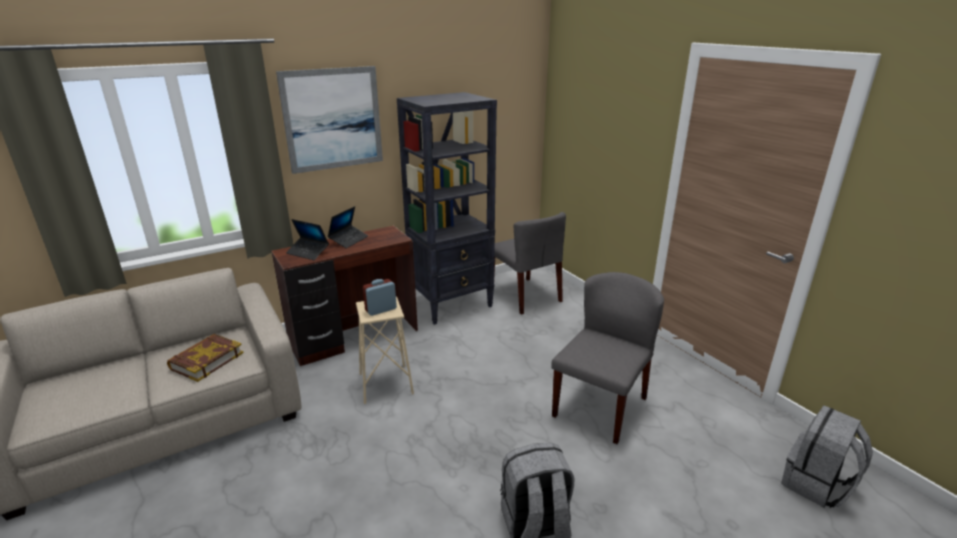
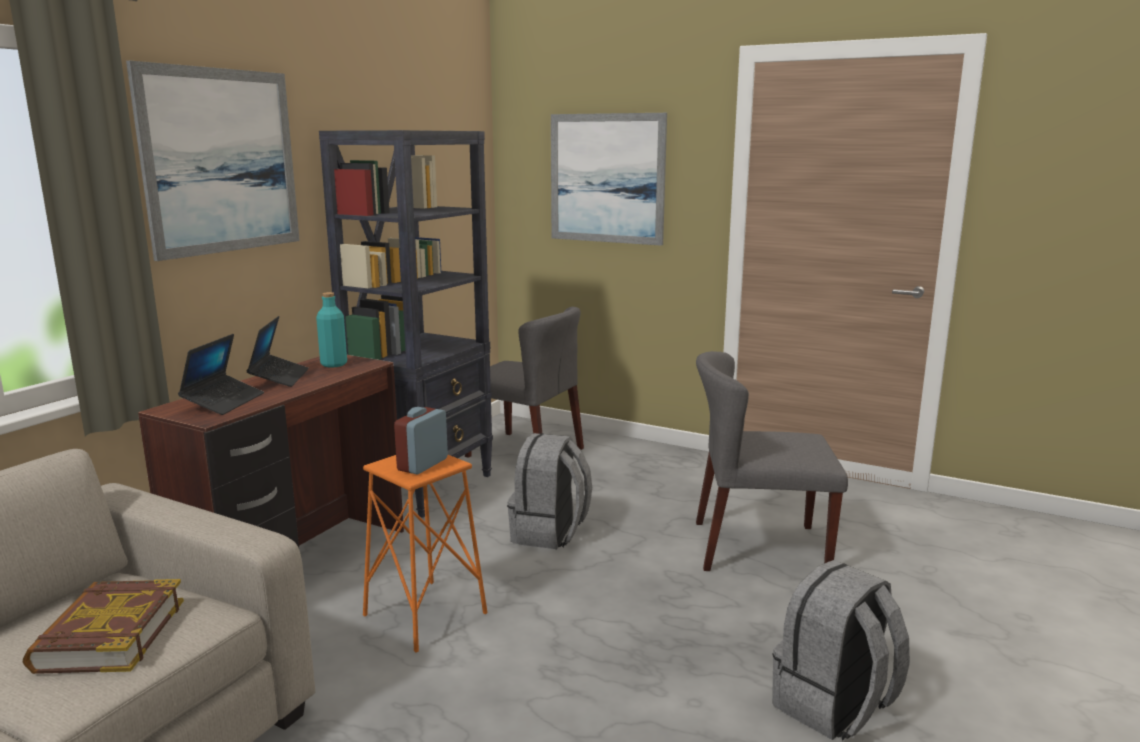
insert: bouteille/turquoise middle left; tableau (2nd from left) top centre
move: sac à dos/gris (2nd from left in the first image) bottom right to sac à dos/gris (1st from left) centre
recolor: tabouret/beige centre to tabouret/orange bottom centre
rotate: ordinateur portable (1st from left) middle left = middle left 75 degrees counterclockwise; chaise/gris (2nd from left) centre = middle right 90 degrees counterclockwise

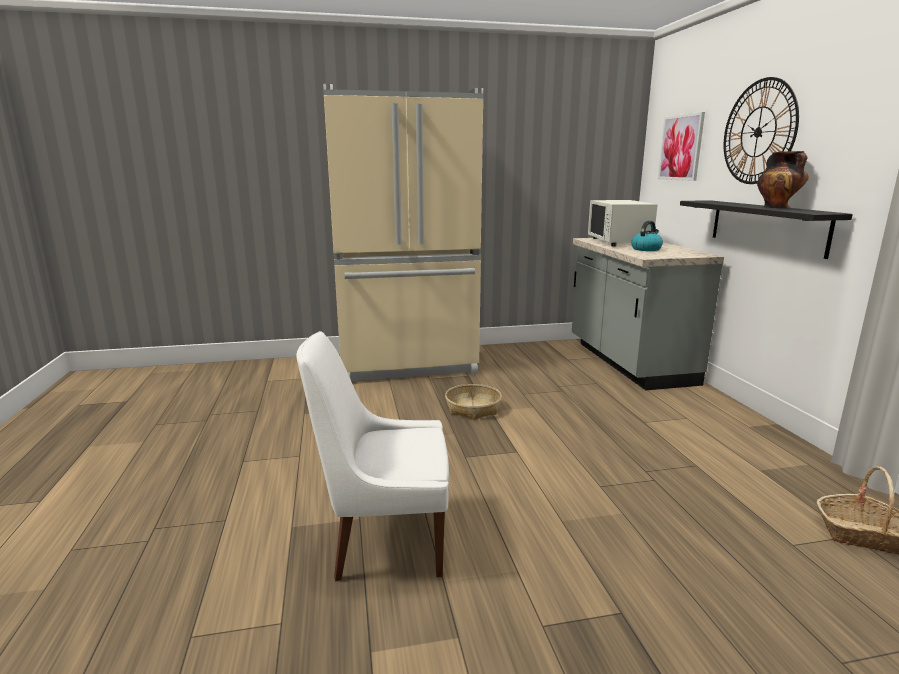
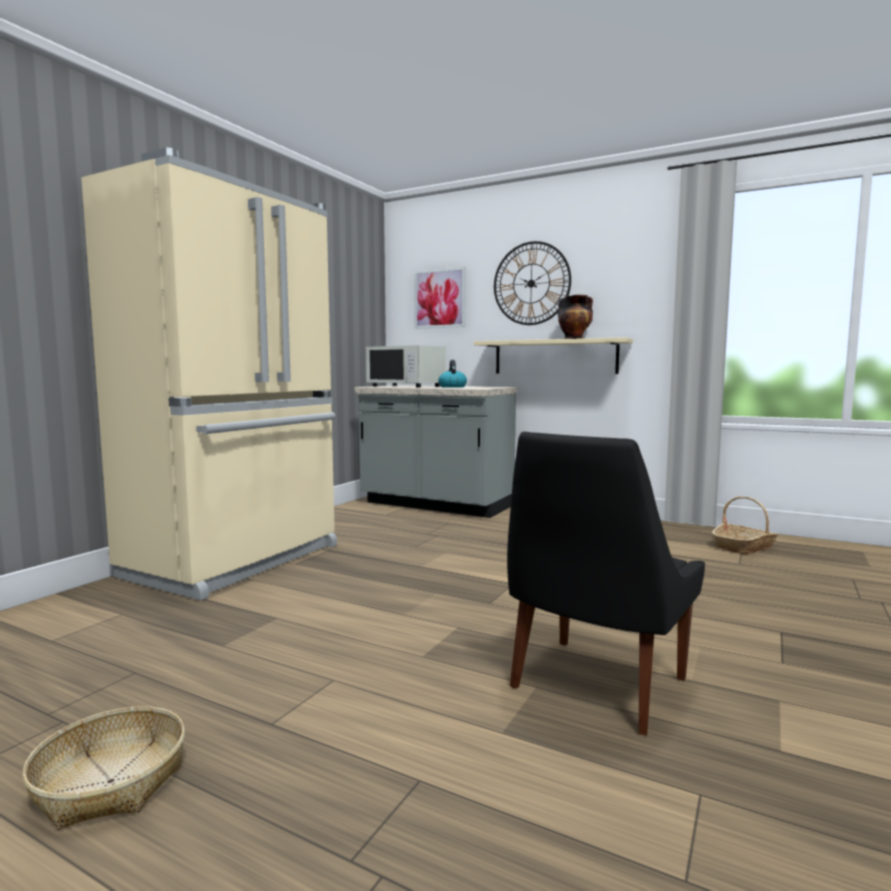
move: panier (1st from left) centre to bottom left
recolor: chaise/blanc bottom centre to chaise/noir middle right; étagère/noir middle right to étagère/beige centre

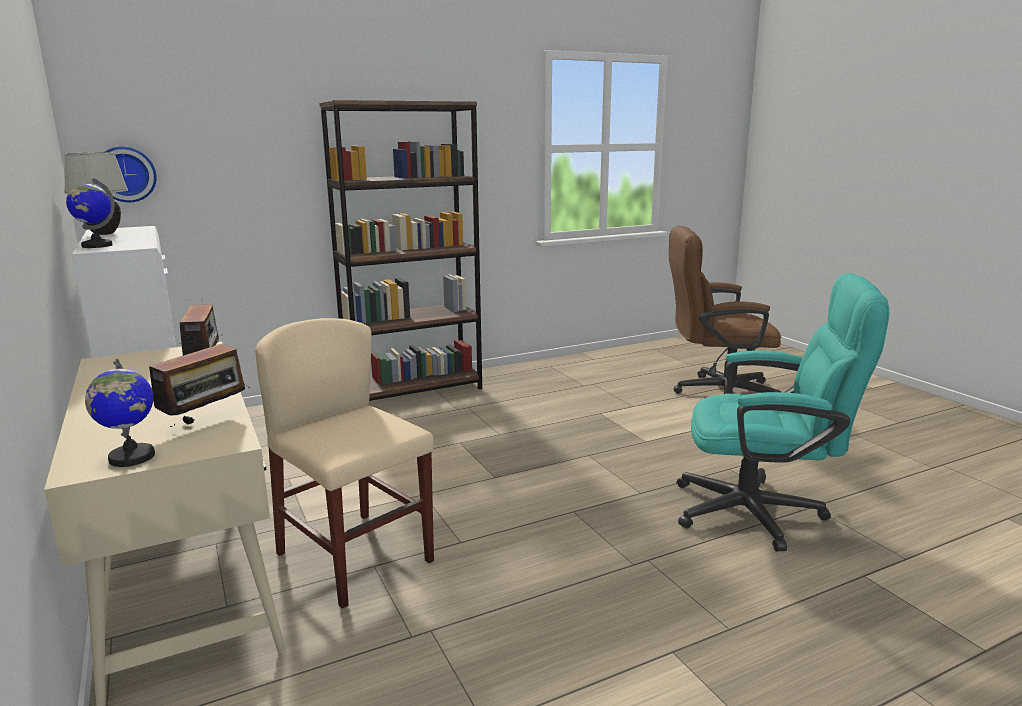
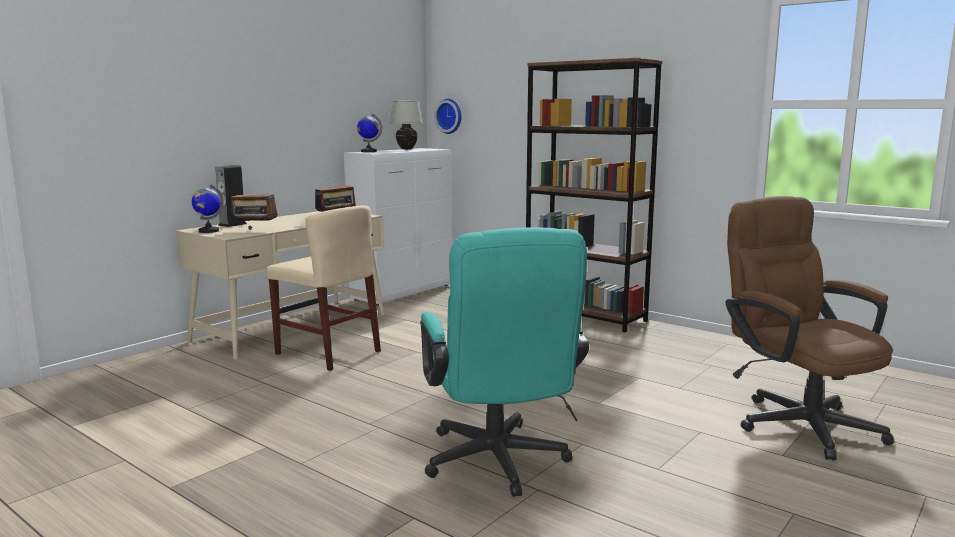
insert: enceinte middle left
rotate: chaise/beige centre = centre 105 degrees clockwise

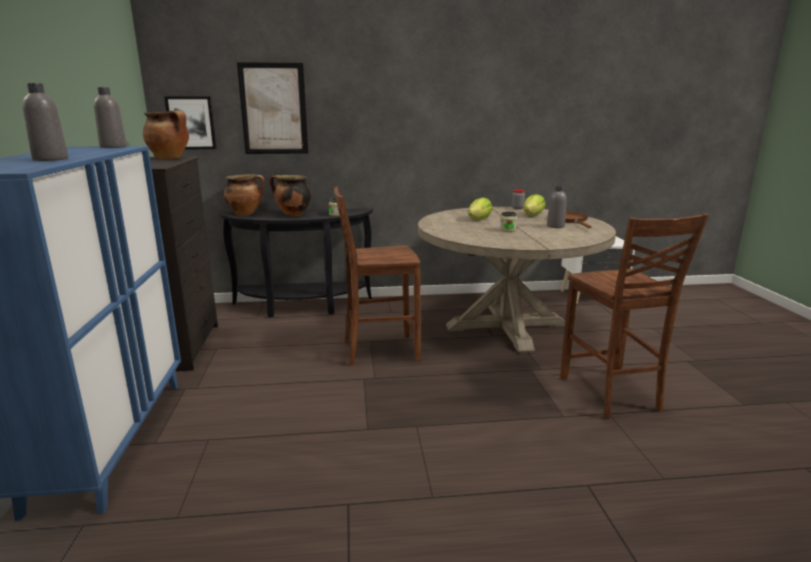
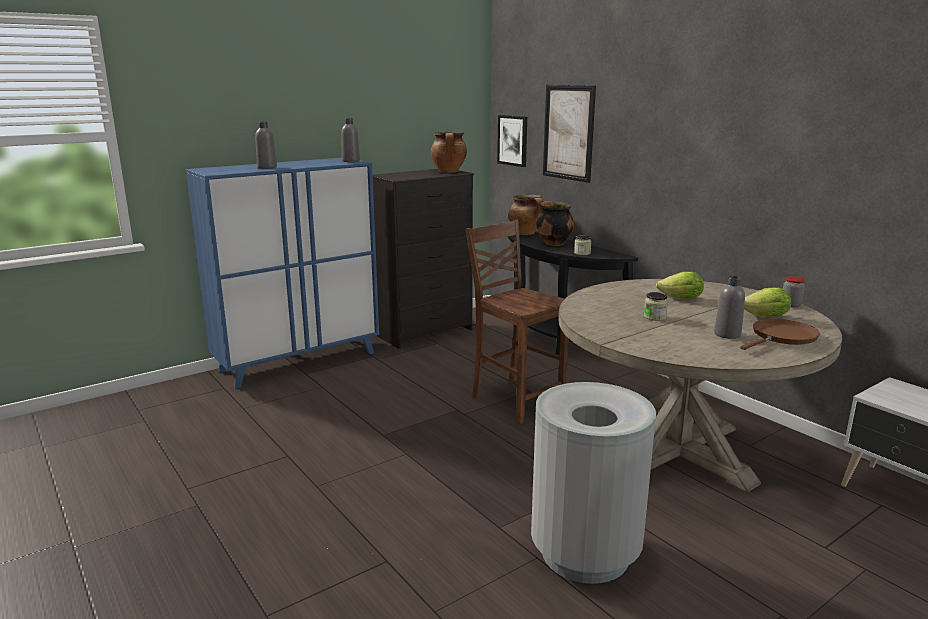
replace: chaise/marron (2nd from left) middle right to poubelle/gris bottom centre

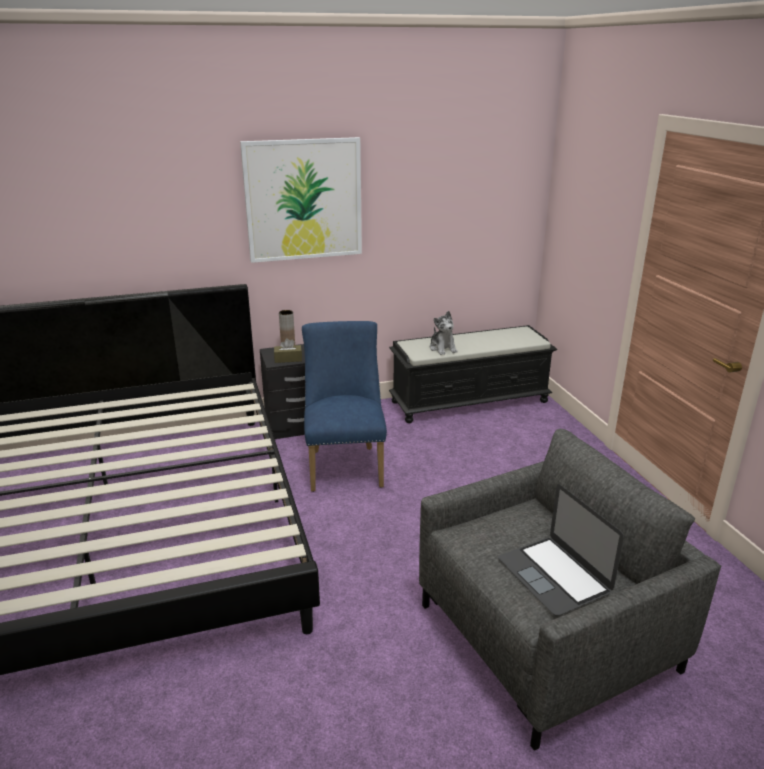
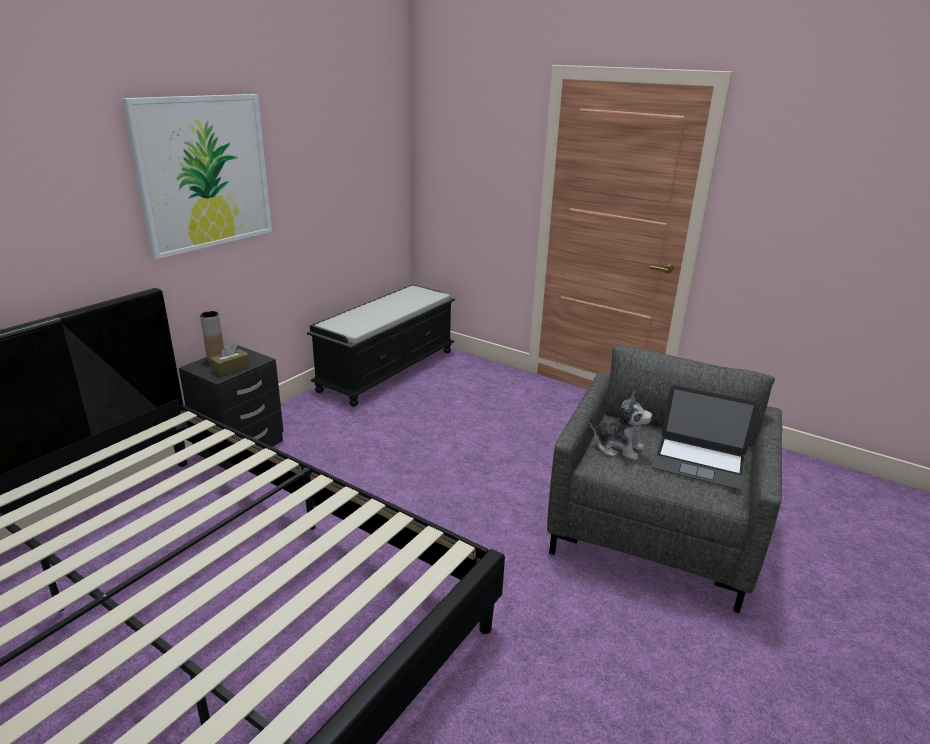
delete: chaise/bleu centre
move: peluche centre to middle right

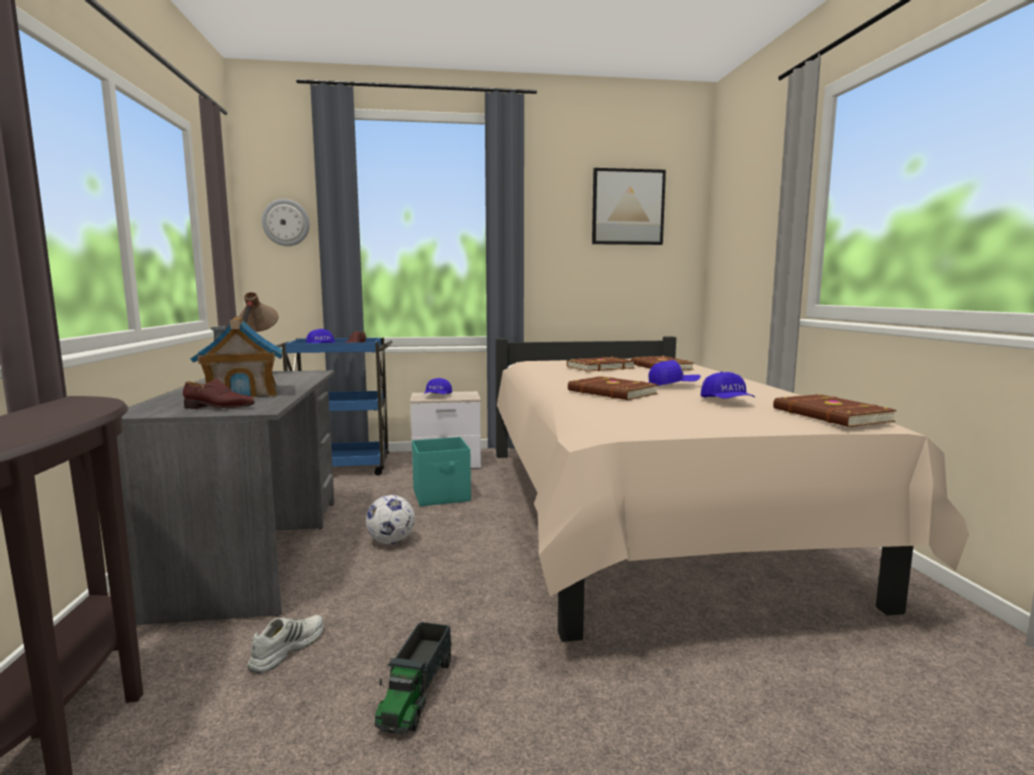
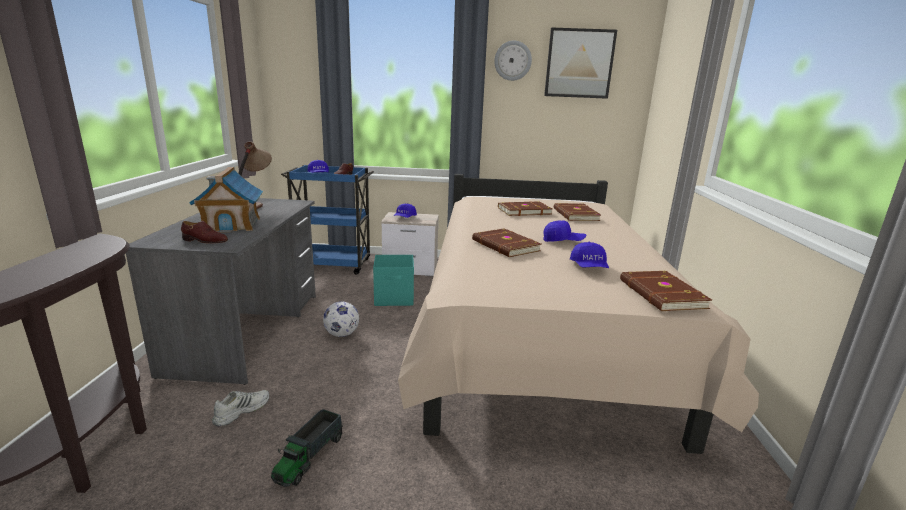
move: horloge murale top left to top centre

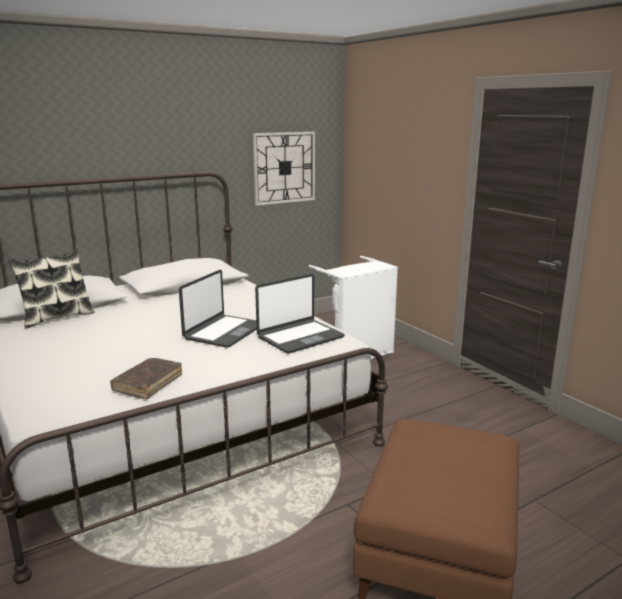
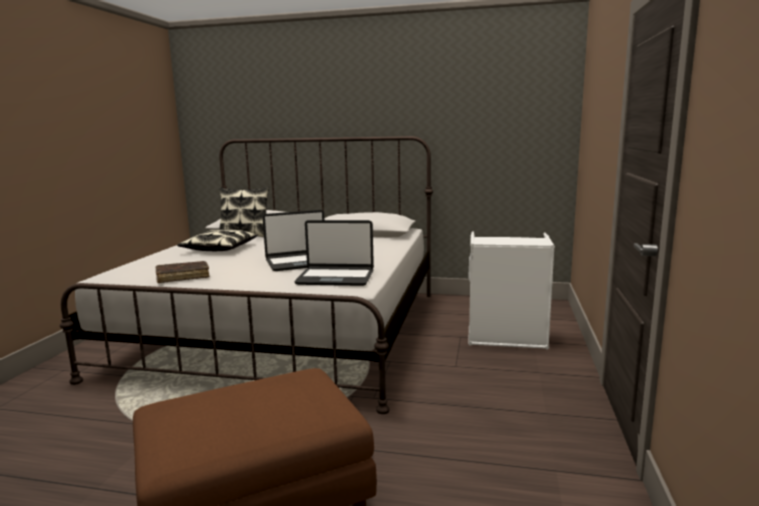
delete: horloge murale top centre
insert: coussin (1st from left) middle left

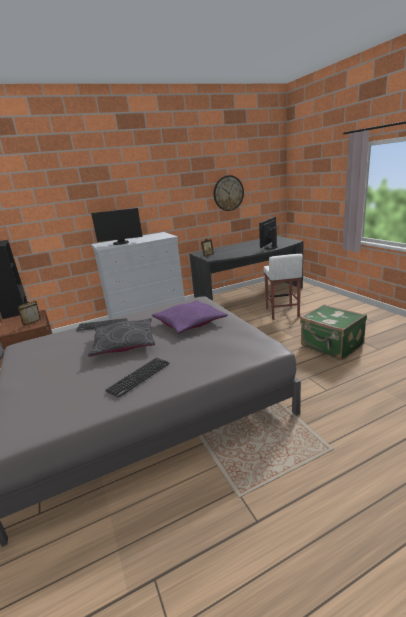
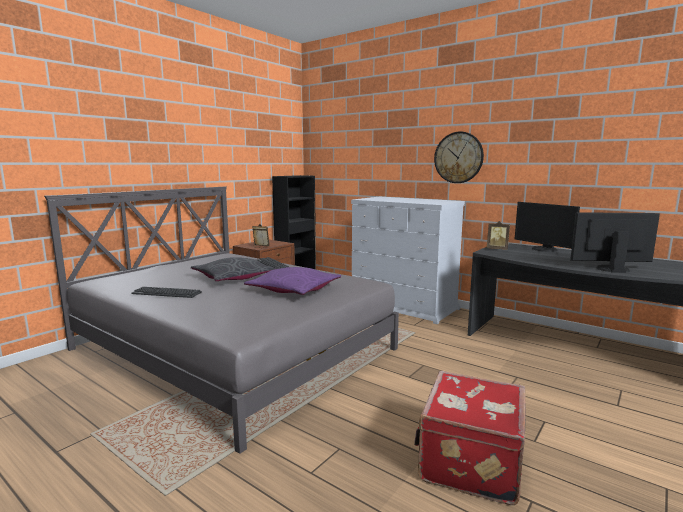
delete: tabouret/blanc middle right
move: écran d'ordinateur (1st from left) middle left to middle right; horloge murale top centre to top right
recolor: valise/vert middle right to valise/rouge bottom right

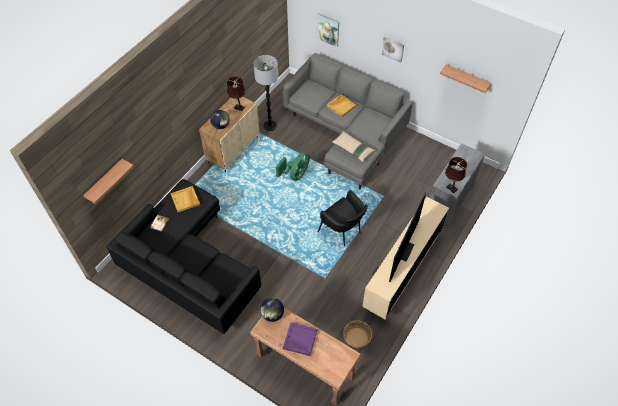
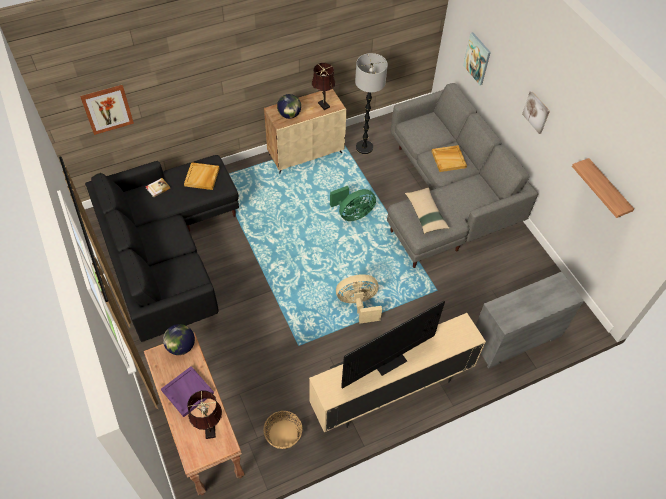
move: lampe de table/marron (2nd from left in the first image) middle right to lampe de table/marron (1st from left) bottom left
replace: étagère (1st from left) middle left to tableau (1st from left) top left; fauteuil/noir centre to ventilateur/beige centre

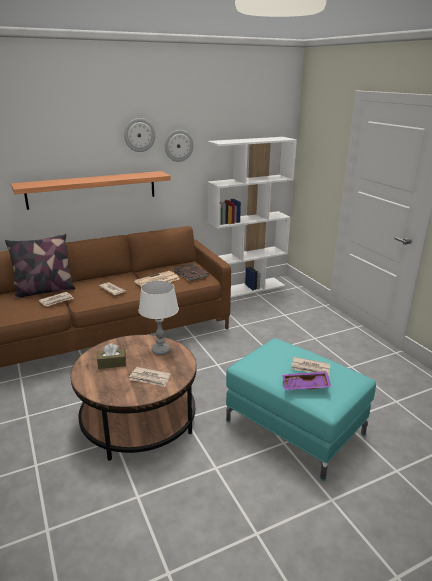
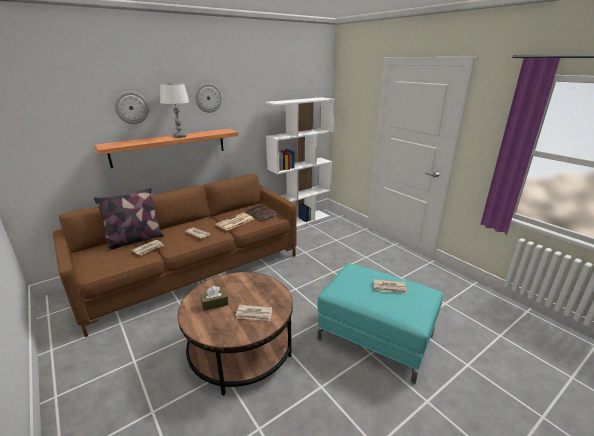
delete: plateau/violet middle right
move: lampe de table/blanc centre to top left; horloge murale (2nd from left in the first image) top centre to horloge murale (1st from left) top left

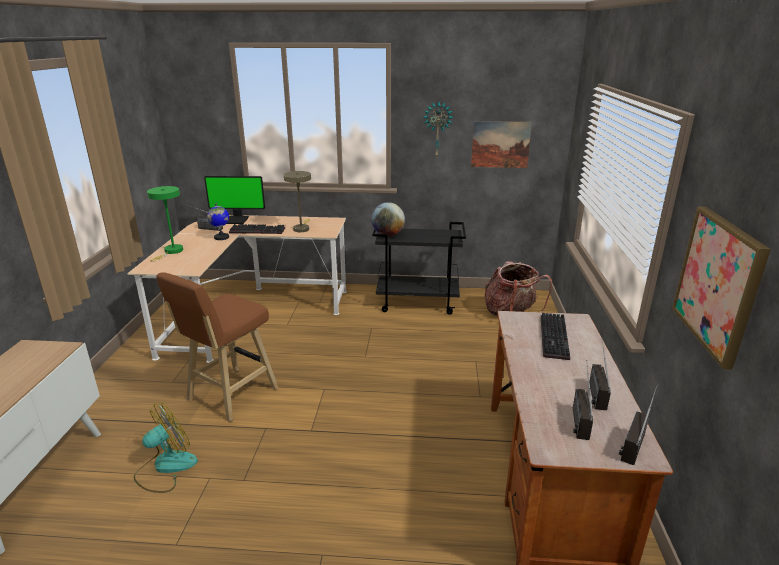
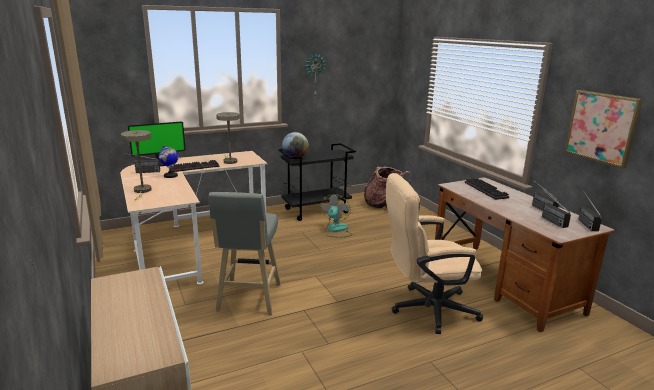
delete: tableau (1st from left) top centre
insert: chaise de bureau/beige centre
move: ventilateur bottom left to centre
recolor: lampe de table/vert middle left to lampe de table/beige (1st from left) middle left; tabouret/marron middle left to tabouret/gris centre

